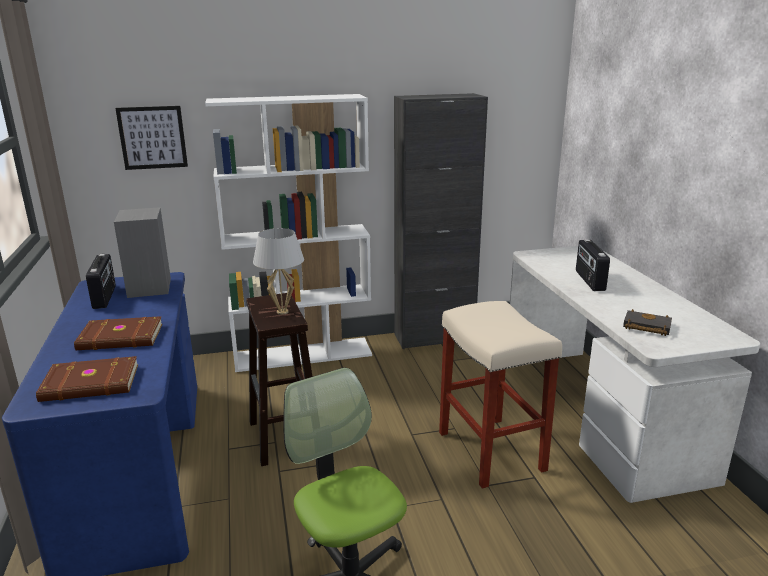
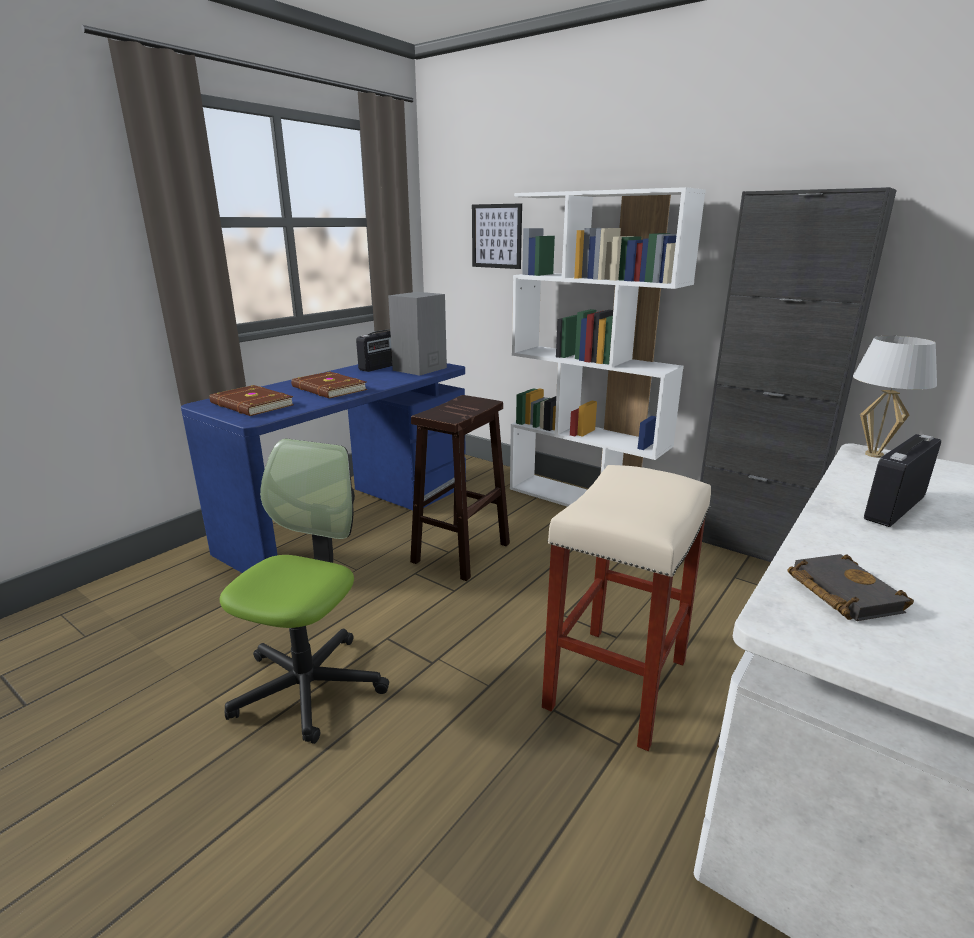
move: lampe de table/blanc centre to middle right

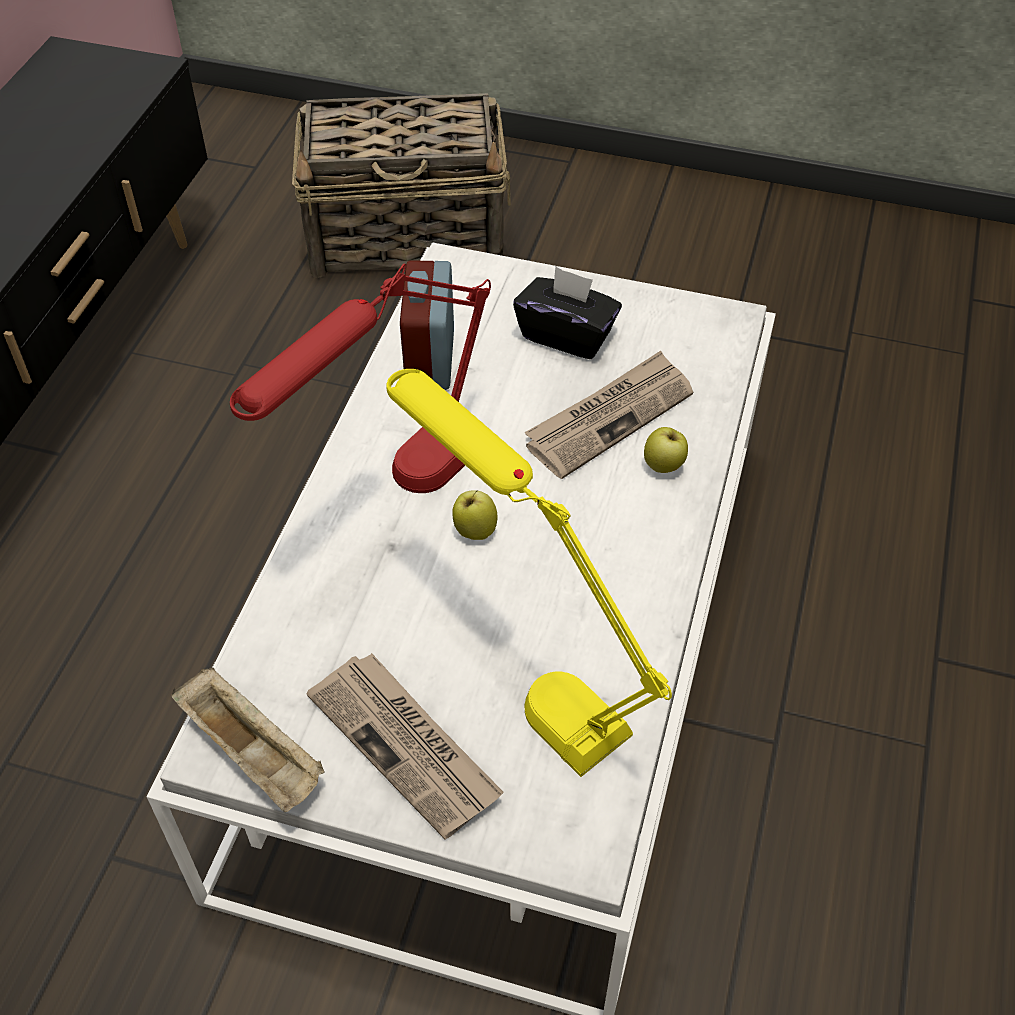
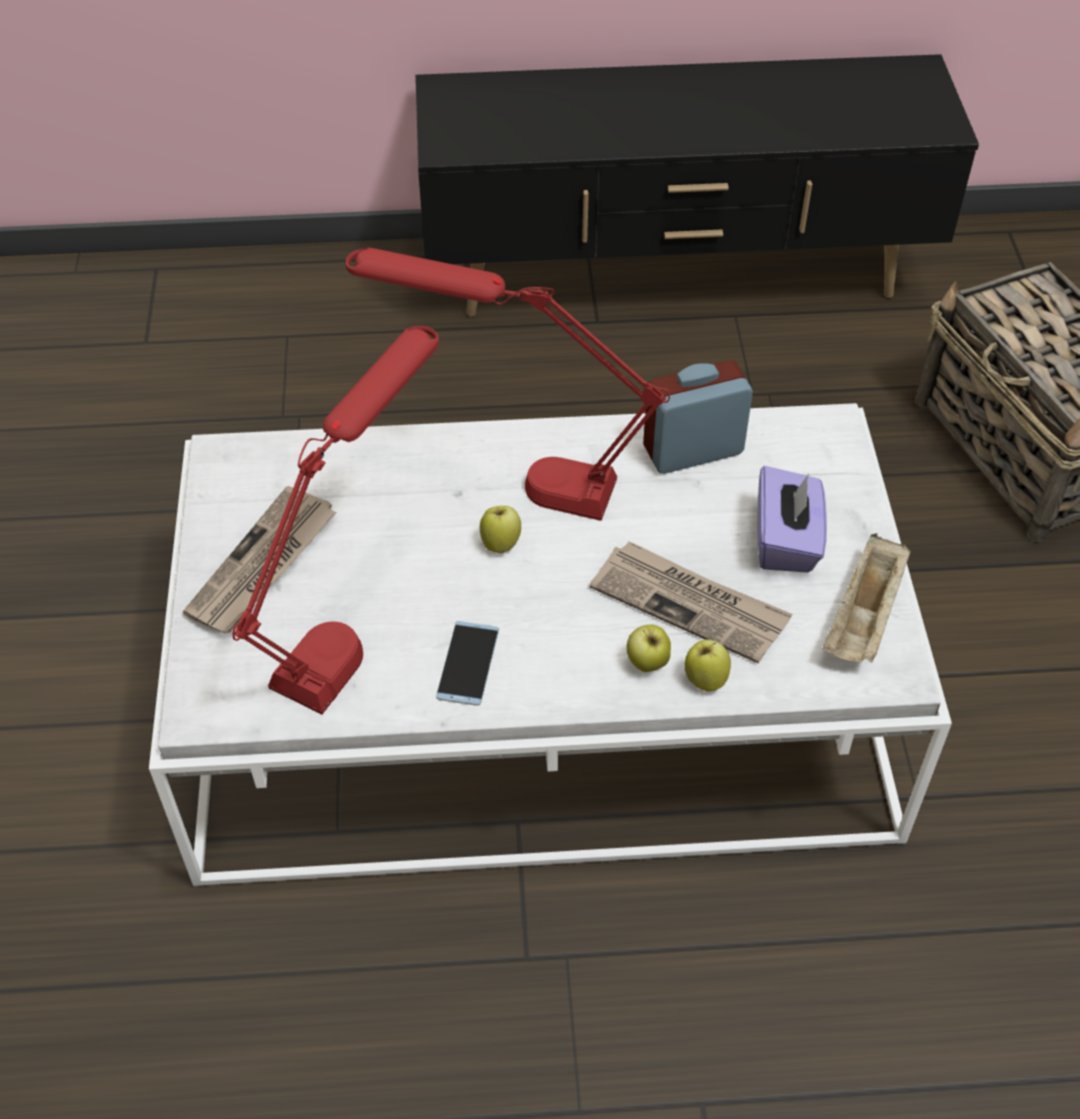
insert: téléphone centre; pomme (3rd from left) centre
move: plateau/beige bottom left to middle right
recolor: lampe de table/jaune centre to lampe de table/rouge (1st from left) middle left; boîte à mouchoirs/noir top centre to boîte à mouchoirs/violet middle right

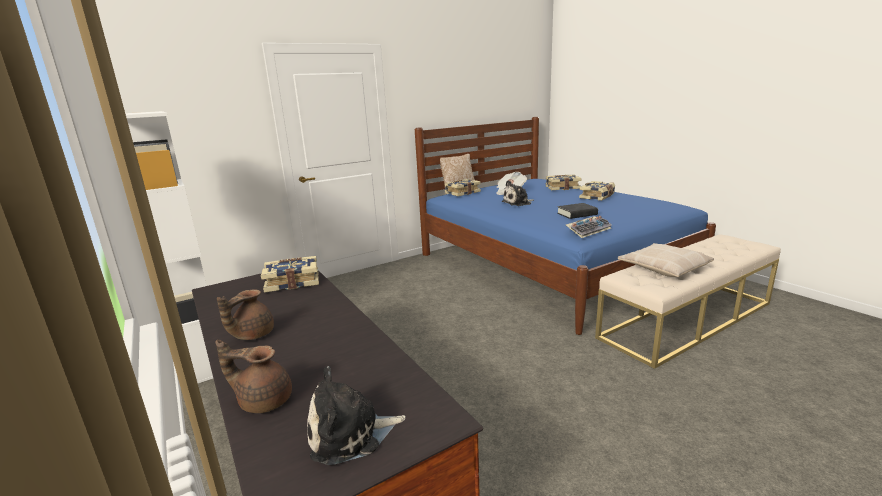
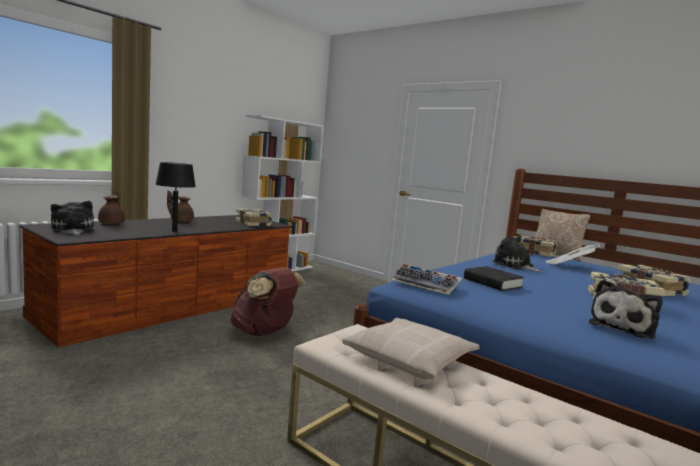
insert: lampe de table/noir middle left; sac à dos/marron centre; peluche (3rd from left) middle right

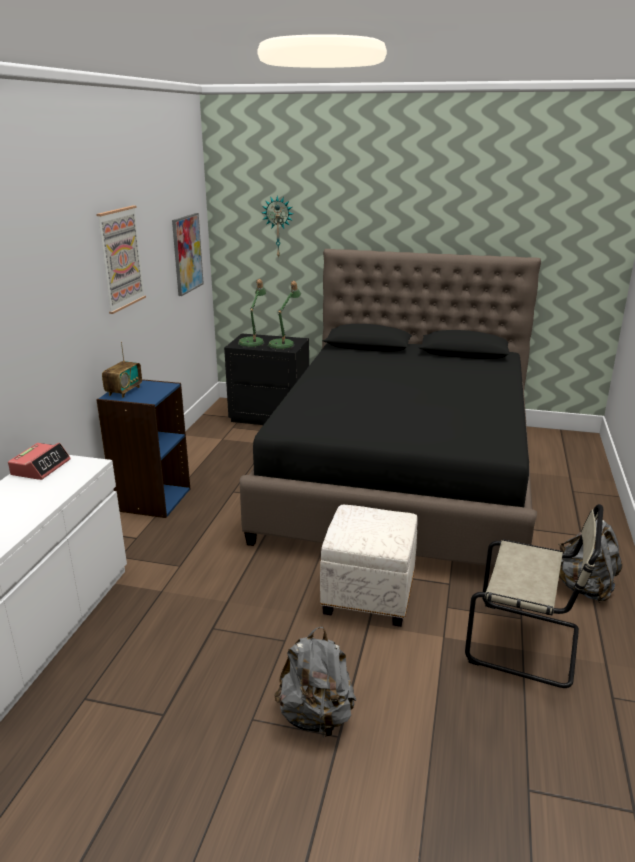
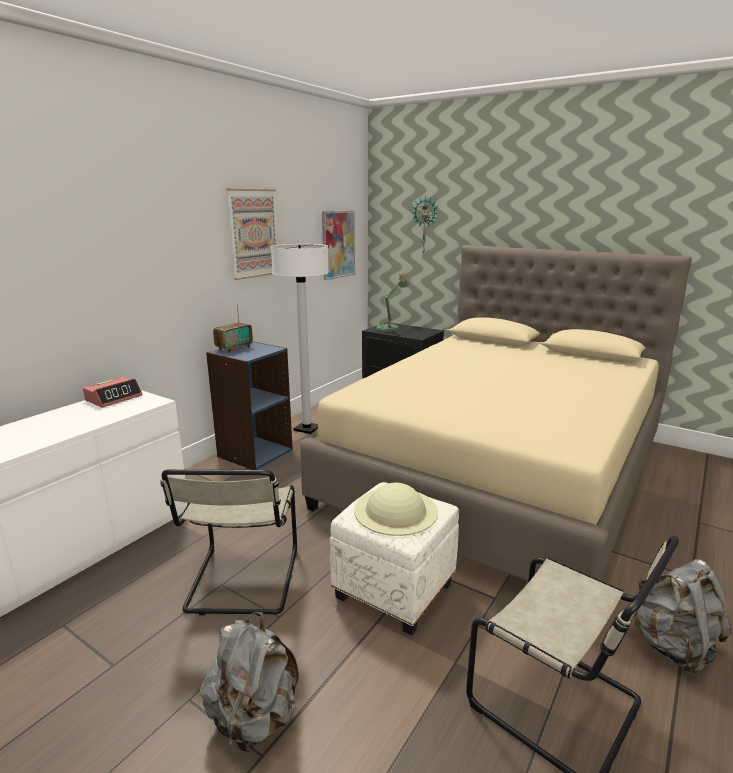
delete: lampe de table (2nd from left) centre
insert: chaise/beige (1st from left) bottom left; lampadaire/blanc centre; chapeau/beige centre
recolor: lit/noir centre to lit/beige middle right

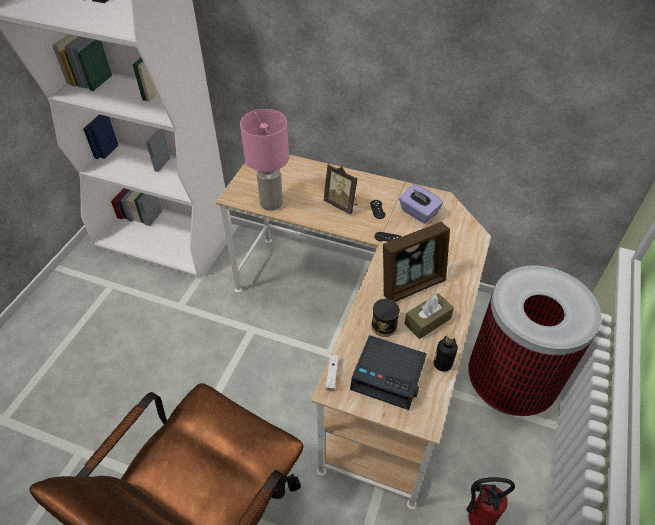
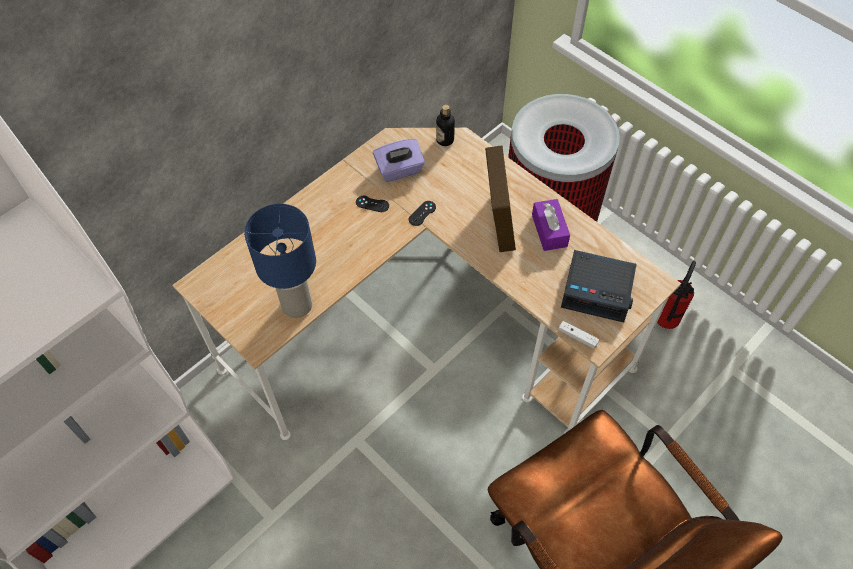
delete: cadre photo (1st from left) centre; boîte métallique centre
move: bouteille bottom right to top centre
recolor: lampe de table/rose top centre to lampe de table/bleu middle left; boîte à mouchoirs/marron centre to boîte à mouchoirs/violet (2nd from left) centre
rotate: réveil bottom centre = middle right 60 degrees clockwise

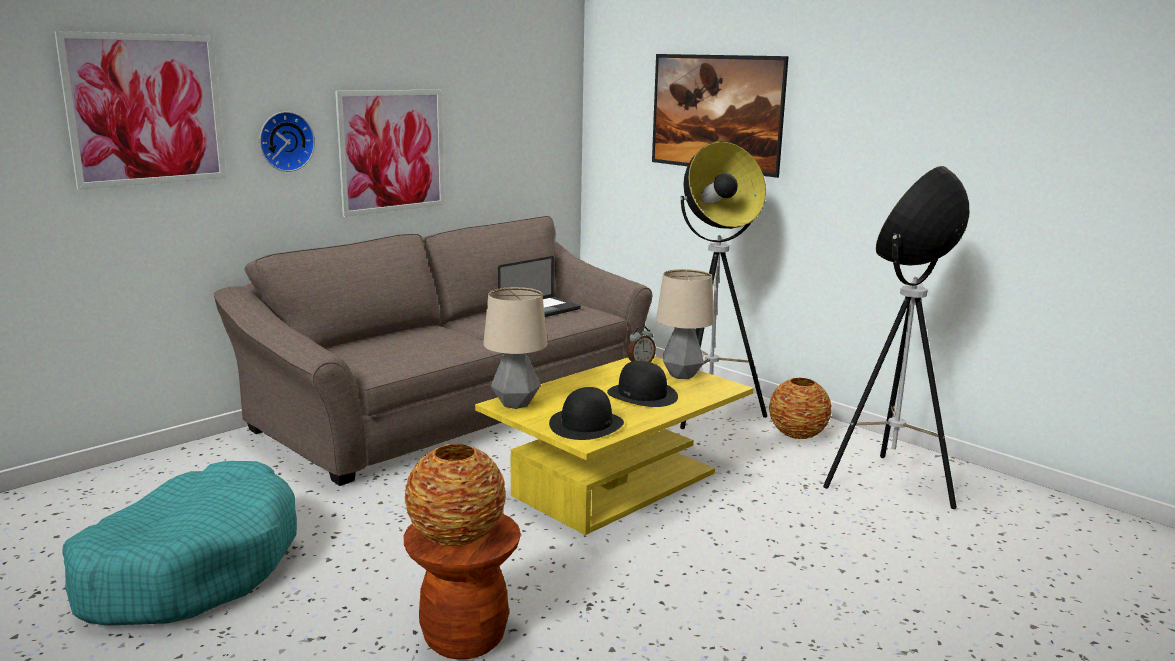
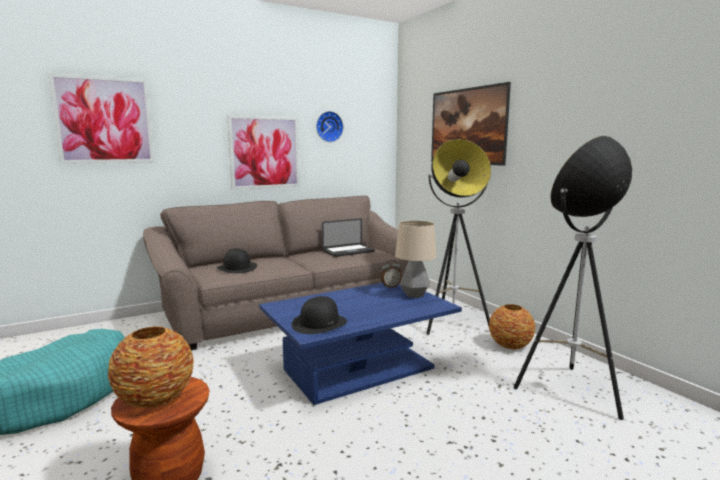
delete: lampe de table (1st from left) centre
move: horloge murale top left to top centre; chapeau/noir (2nd from left in the first image) centre to chapeau/noir (1st from left) middle left
recolor: table basse/jaune bottom centre to table basse/bleu bottom centre

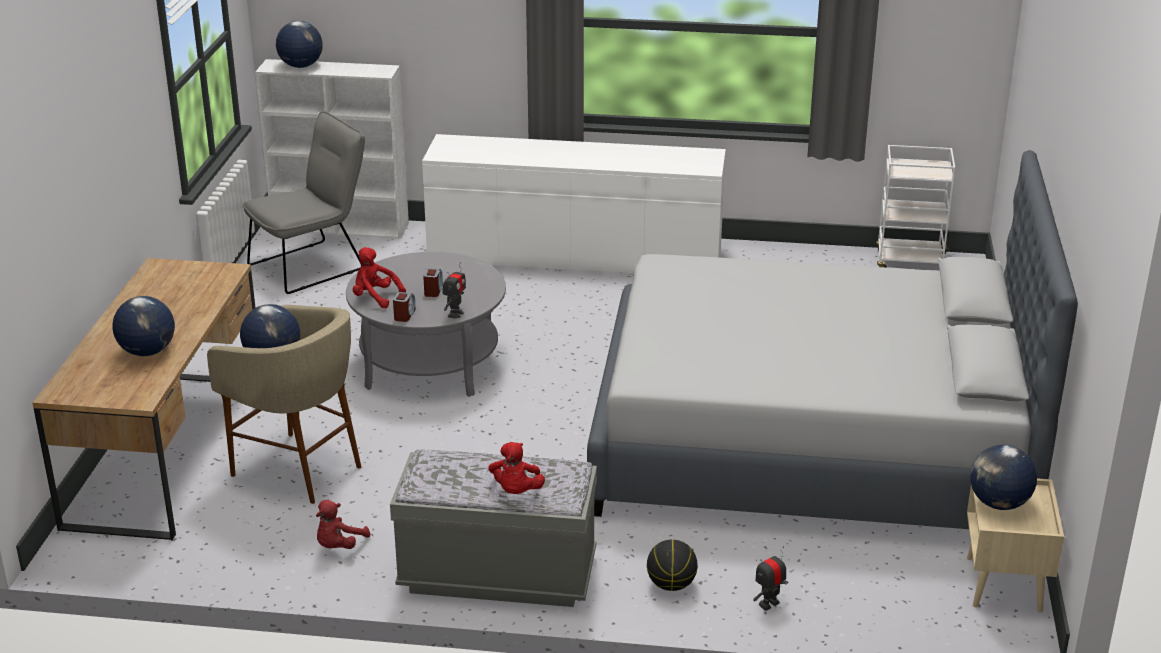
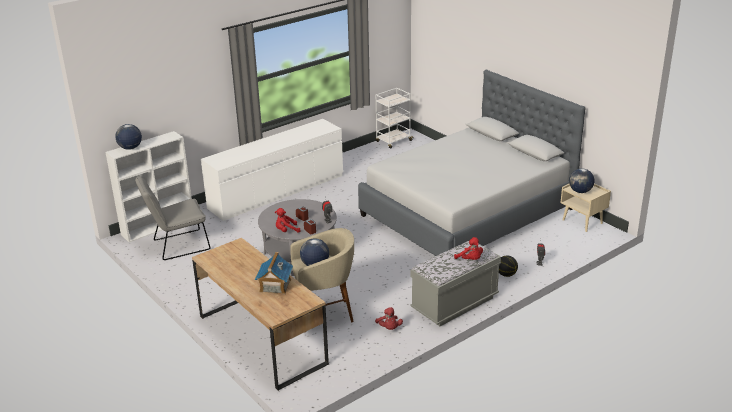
replace: globe (1st from left) middle left to maison miniature centre
rotate: chaise/gris top left = middle left 120 degrees counterclockwise

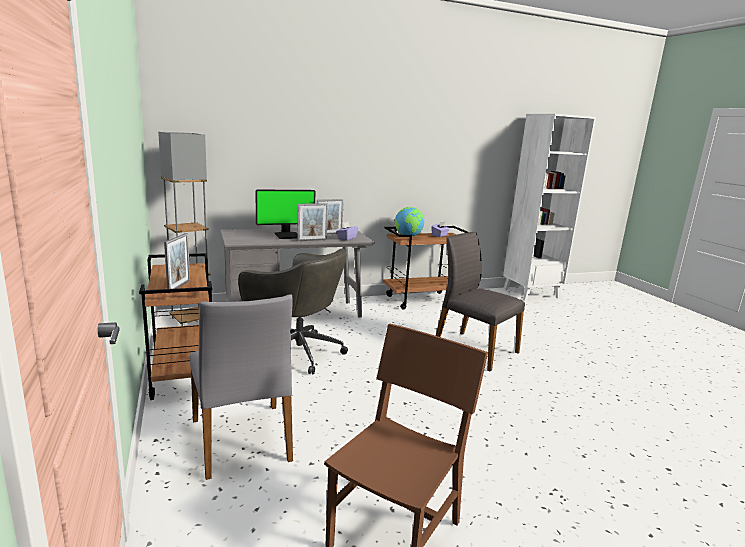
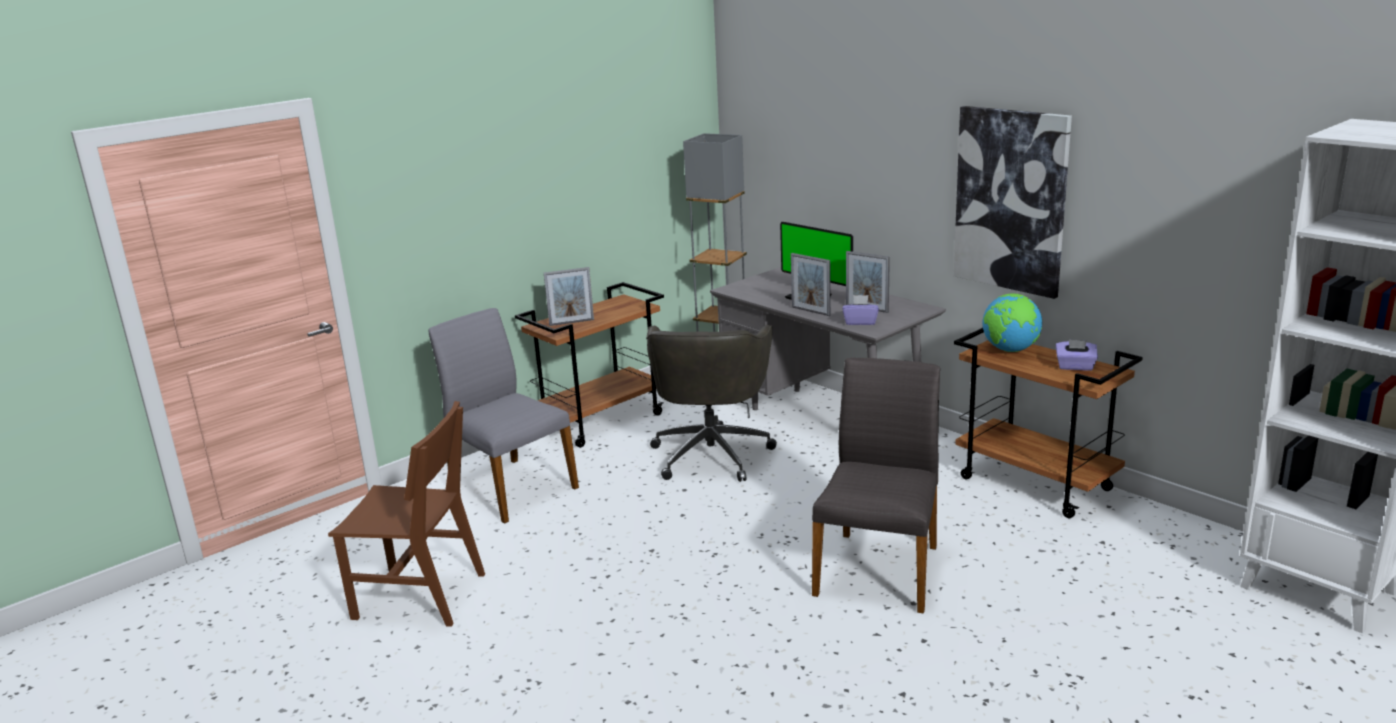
insert: tableau top right
rotate: chaise/gris (1st from left) bottom left = centre 90 degrees clockwise

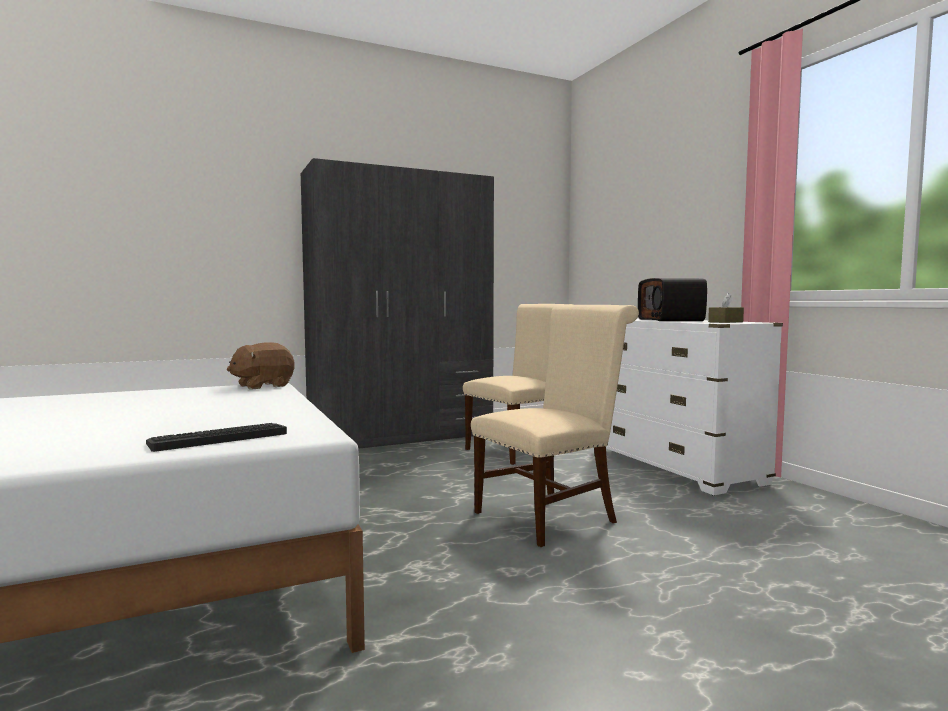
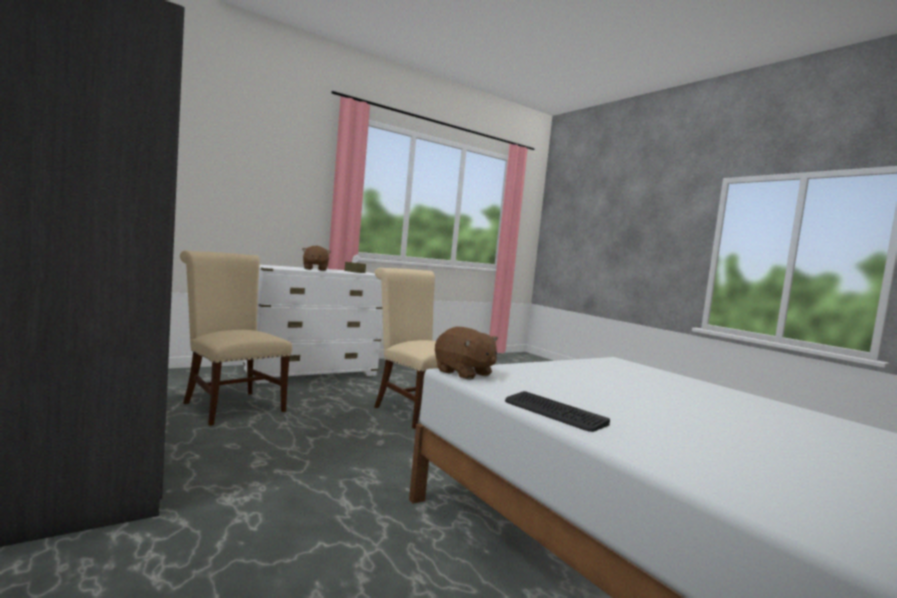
move: clavier middle left to bottom centre
replace: radio middle right to peluche/marron (1st from left) centre

